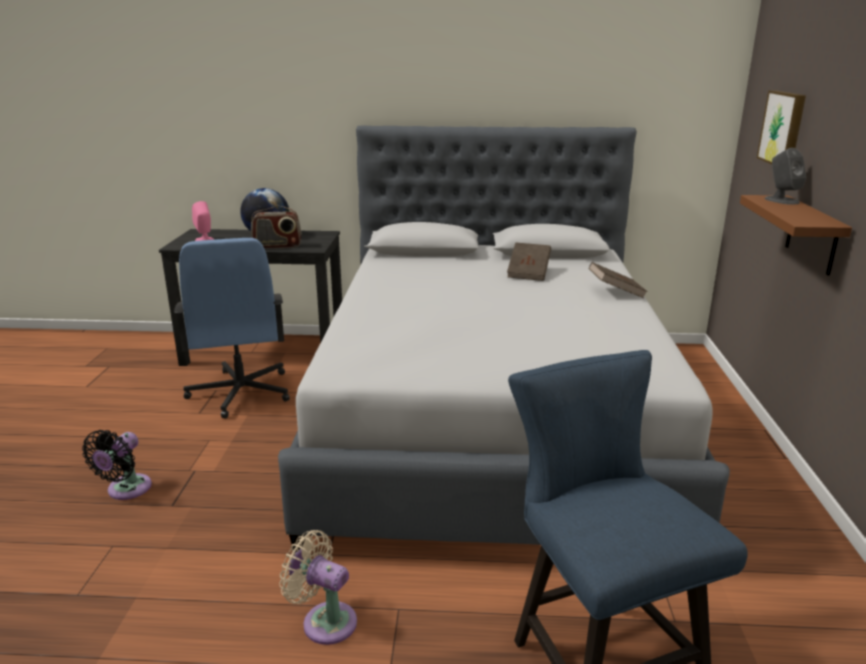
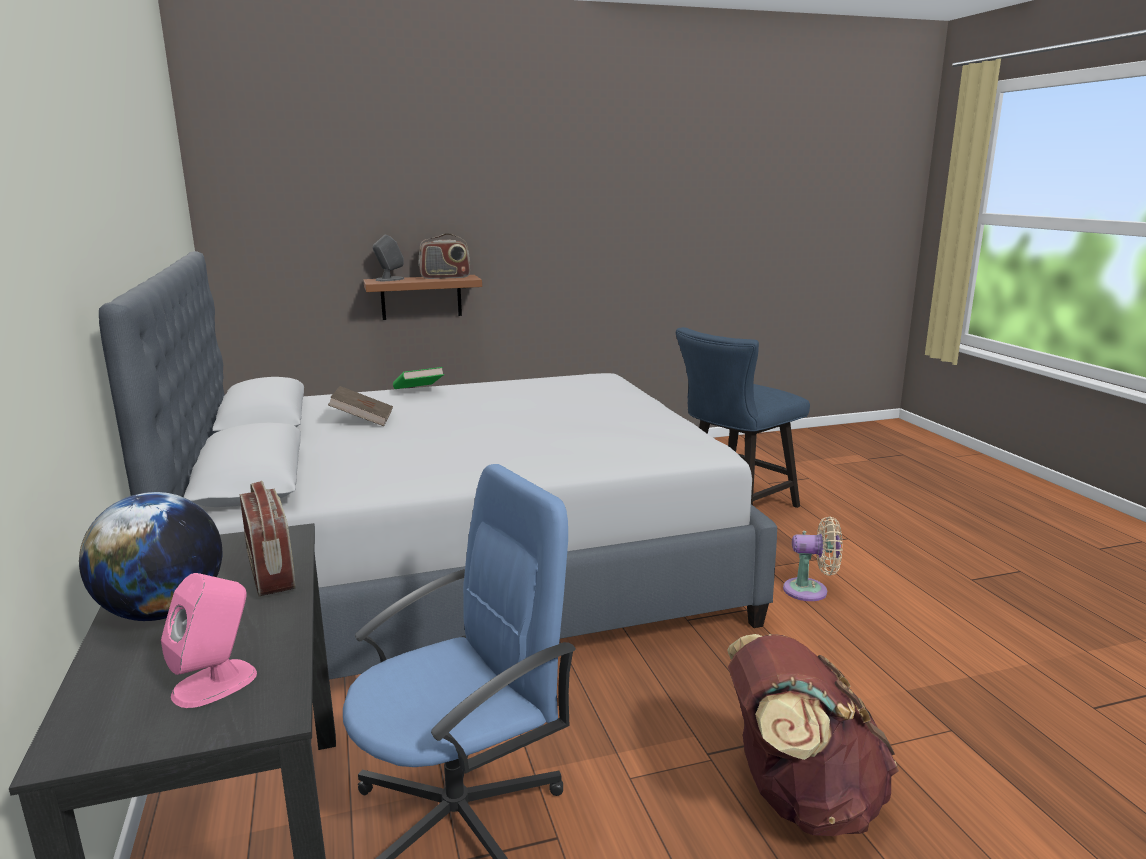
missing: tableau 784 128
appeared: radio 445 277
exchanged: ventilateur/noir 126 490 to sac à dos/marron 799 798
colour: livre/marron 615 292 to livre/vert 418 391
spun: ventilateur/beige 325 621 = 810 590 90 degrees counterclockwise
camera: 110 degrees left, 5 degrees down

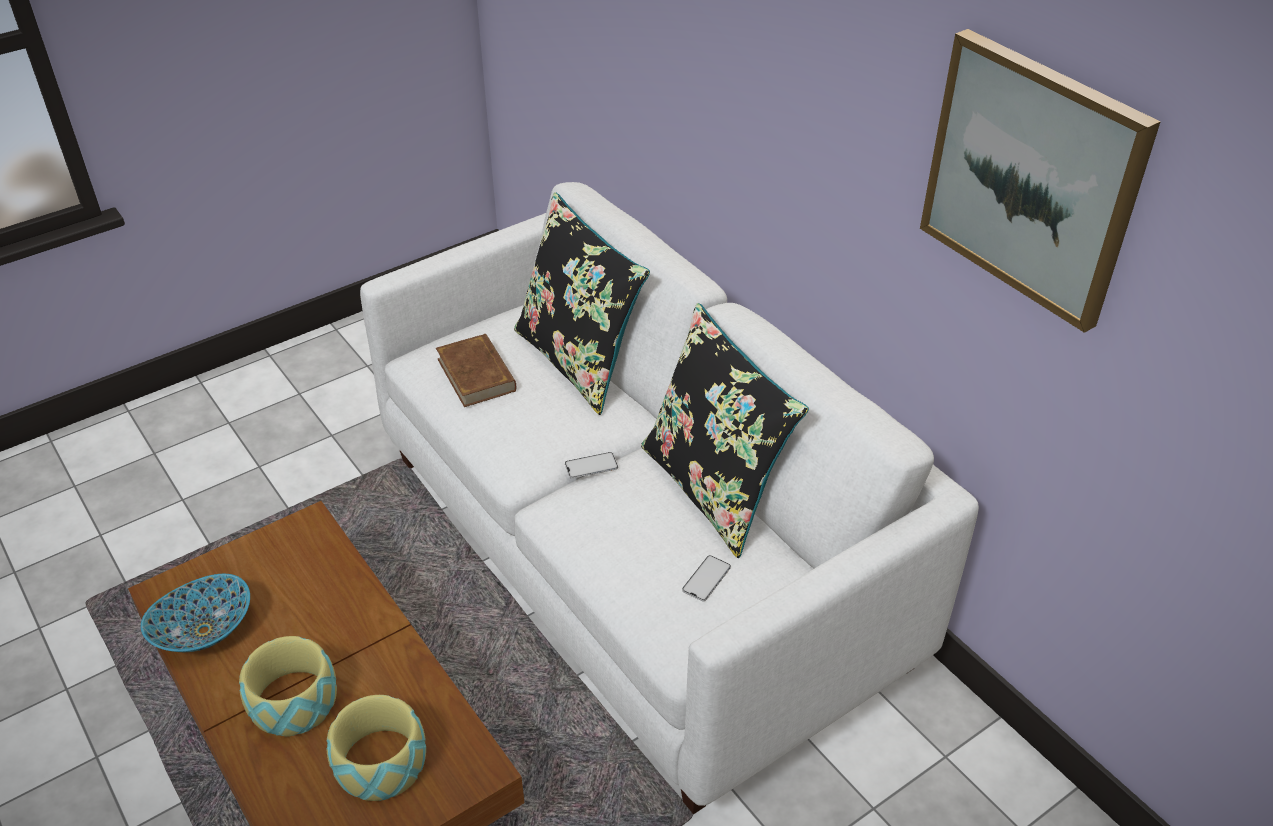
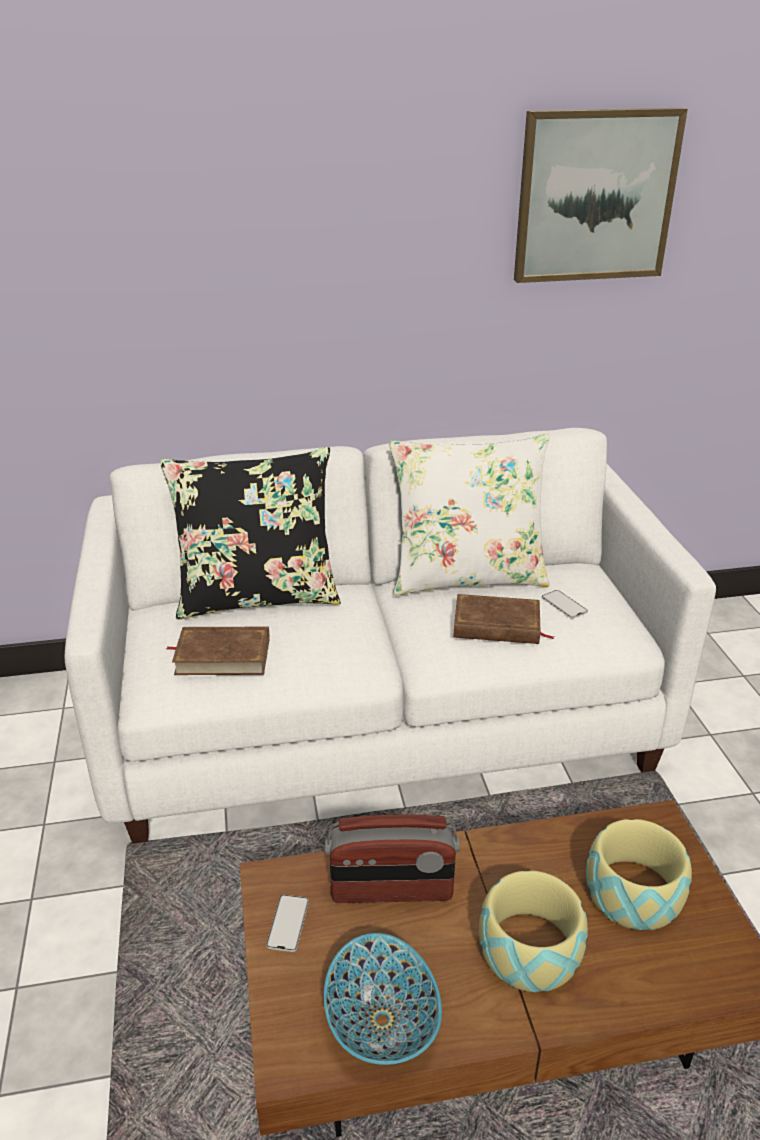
appeared: radio 391 890; livre/marron 497 625
relocated: téléphone 591 466 to 288 923
colour: coussin/noir 714 488 to coussin/blanc 467 576
camera: 65 degrees left, 10 degrees down

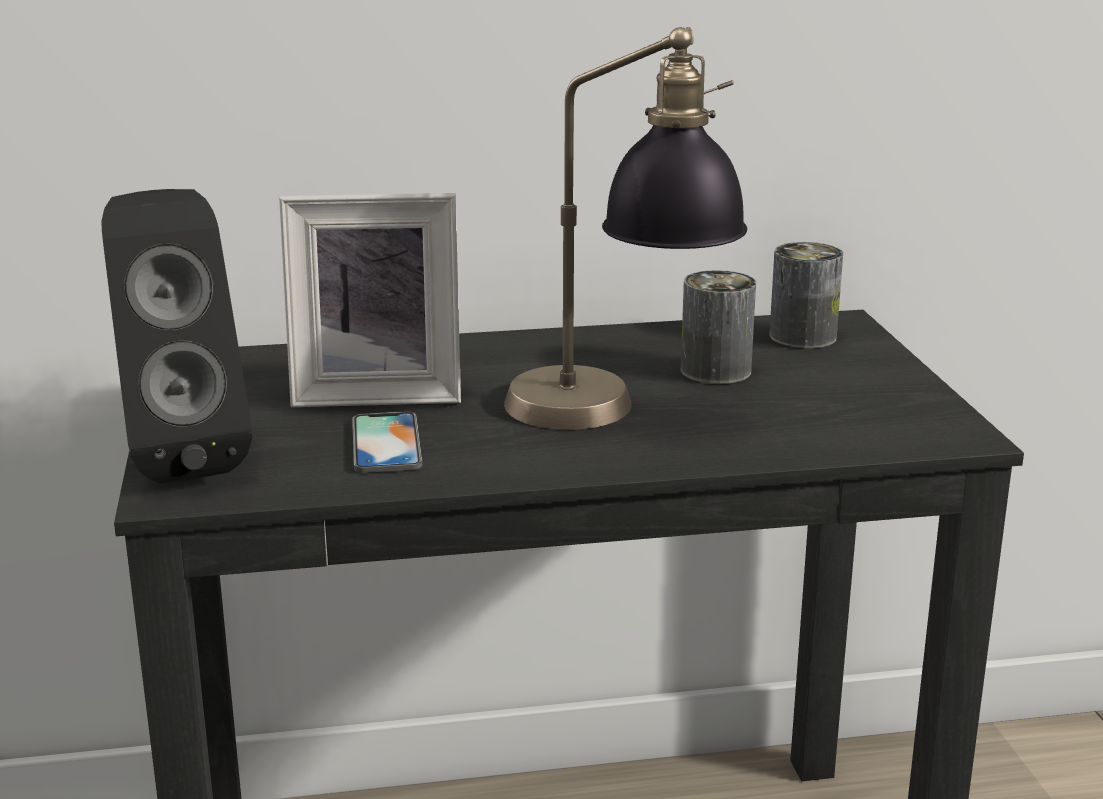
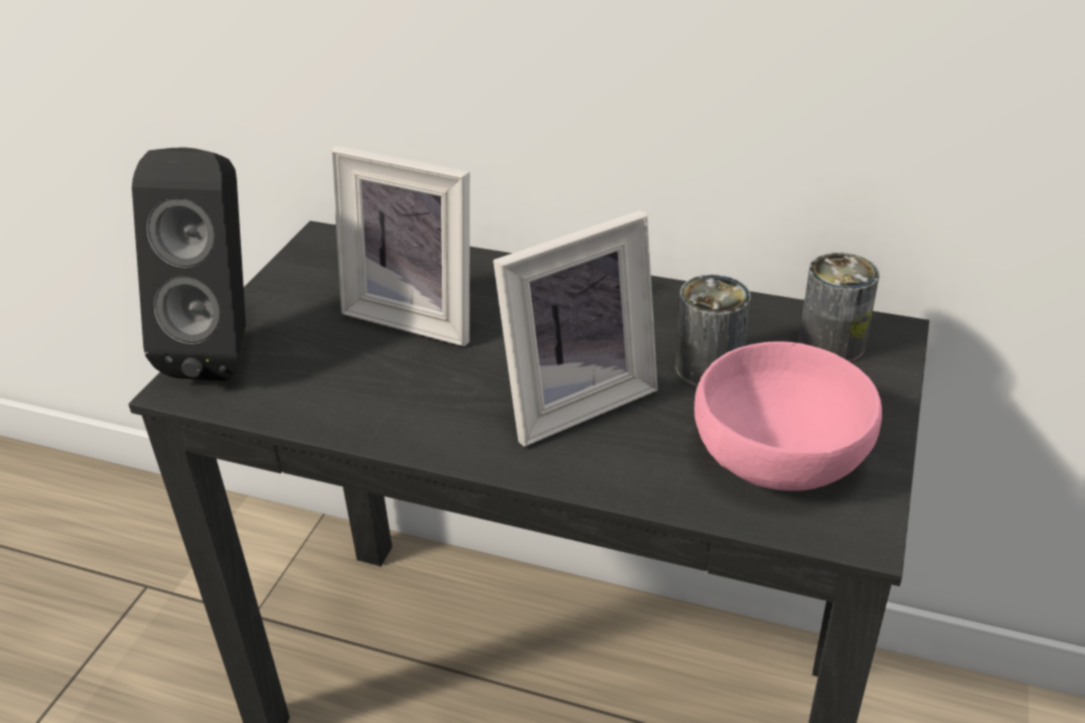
missing: téléphone 386 443
appeared: bol/rose 782 456
exchanged: lampe de table 618 415 to cadre photo 573 400
camera: 30 degrees right, 15 degrees up

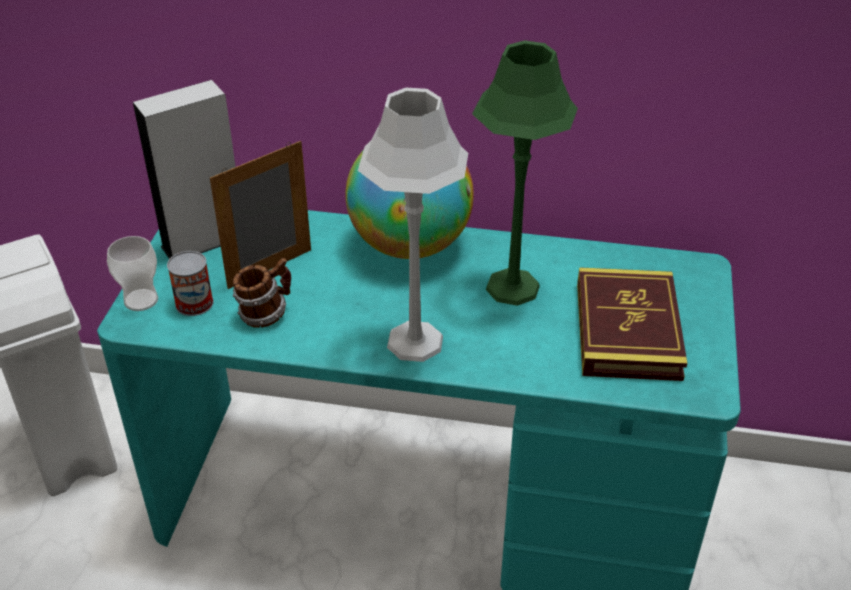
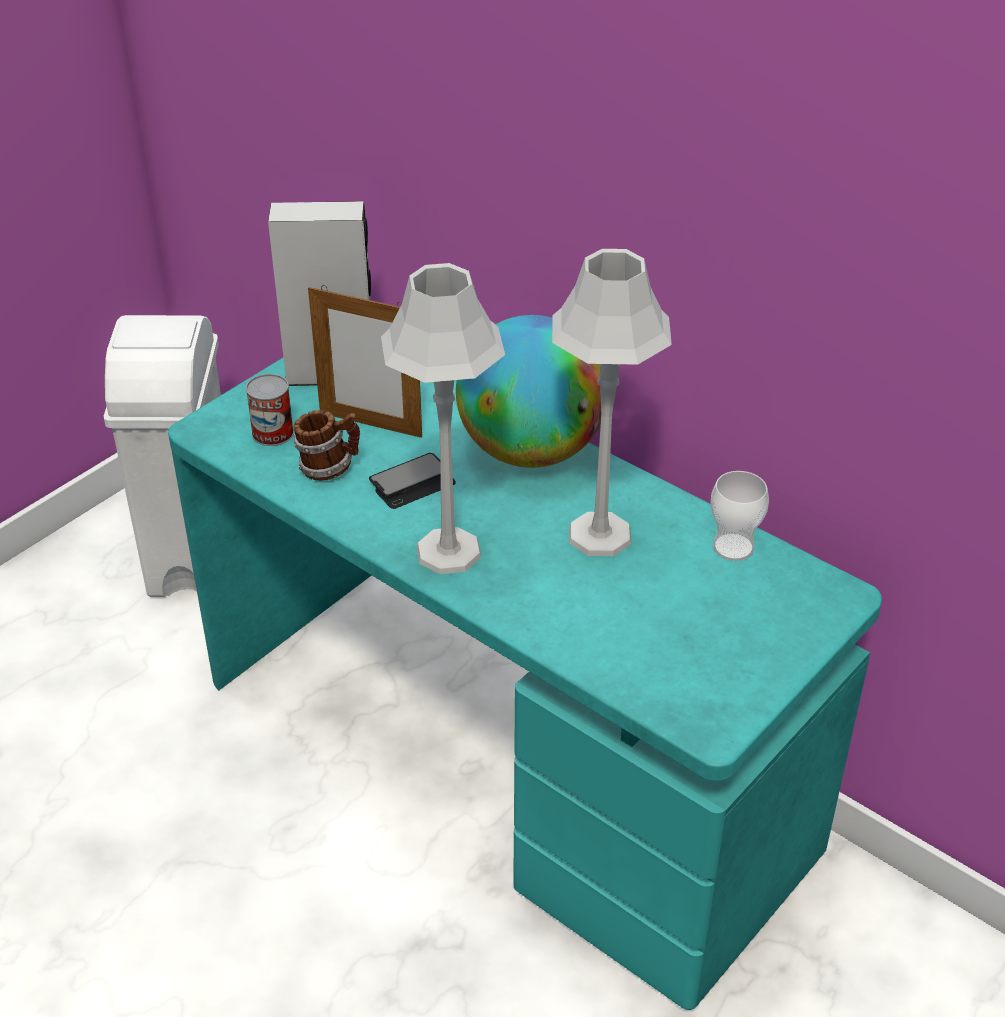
missing: livre 627 330
appeared: téléphone 412 483
relocated: tasse 141 300 to 733 547
colour: lampe de table/vert 512 288 to lampe de table/gris 599 535
spun: cadre photo 270 268 = 370 424 150 degrees counterclockwise
camera: 30 degrees right, 0 degrees up

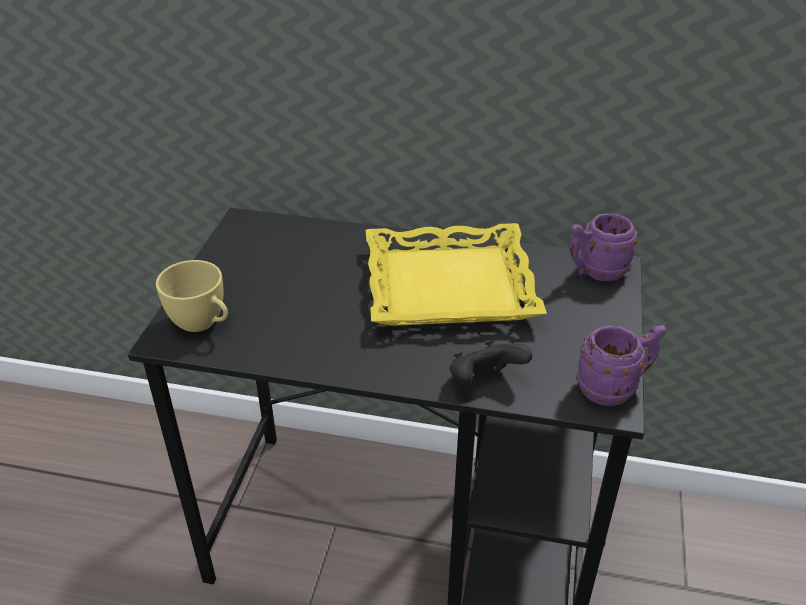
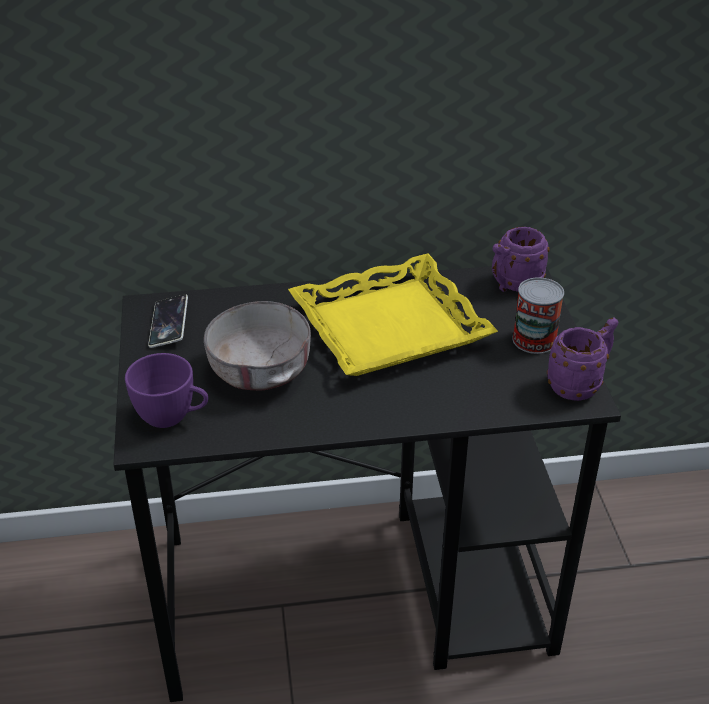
missing: manette/noir 484 381
appeared: téléphone 169 325; bol/gris 260 370; boîte métallique 534 340
colour: tasse/jaune 203 324 to tasse/violet 172 417
camera: 20 degrees left, 0 degrees up

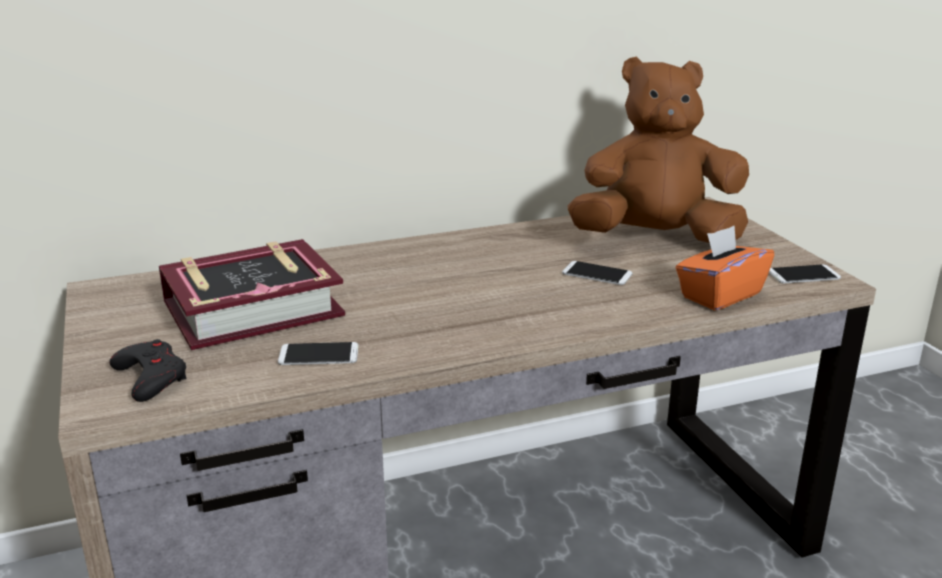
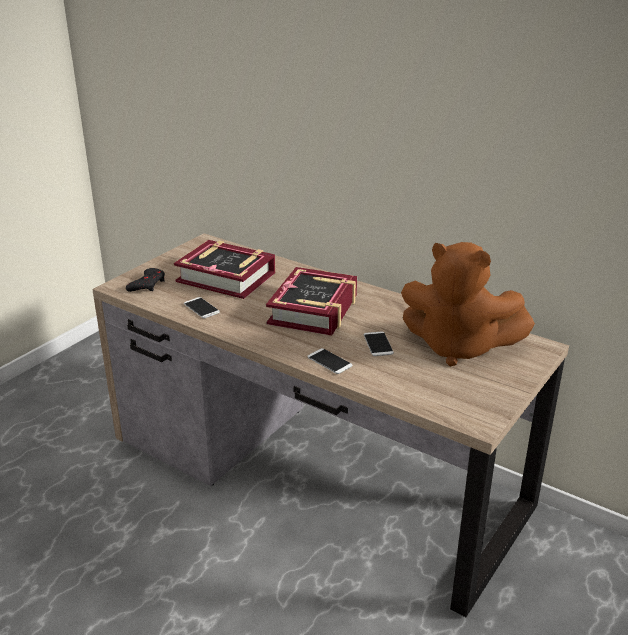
missing: boîte à mouchoirs/orange 720 295
appeared: livre 314 310
relocated: téléphone 803 275 to 329 361
spun: peluche/marron 655 239 = 458 347 150 degrees clockwise
camera: 55 degrees right, 5 degrees up

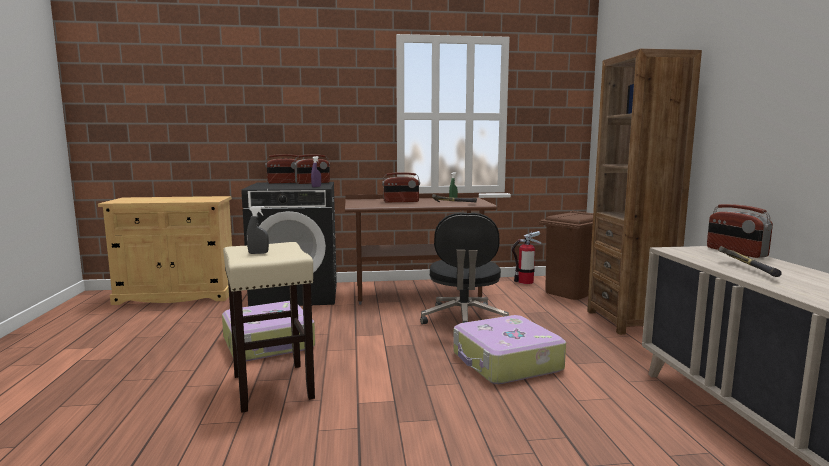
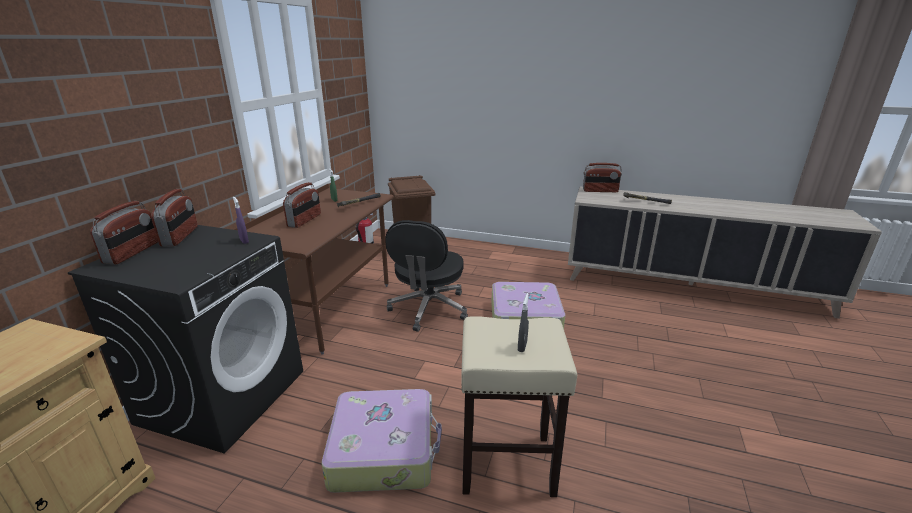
missing: bibliothèque/marron 629 321
spun: chaise de bureau/noir 464 320 = 428 309 75 degrees clockwise
camera: 65 degrees left, 15 degrees up

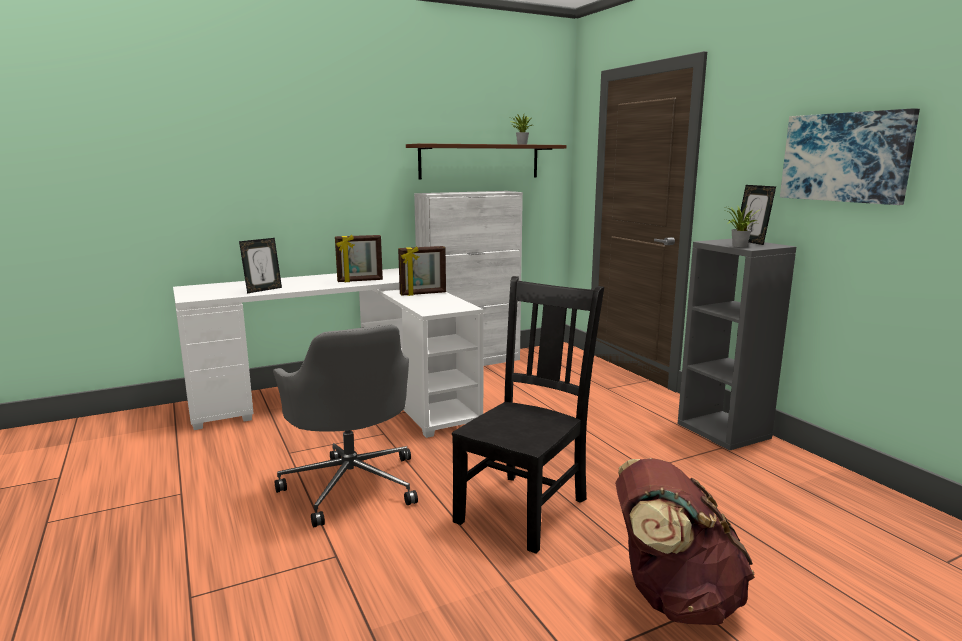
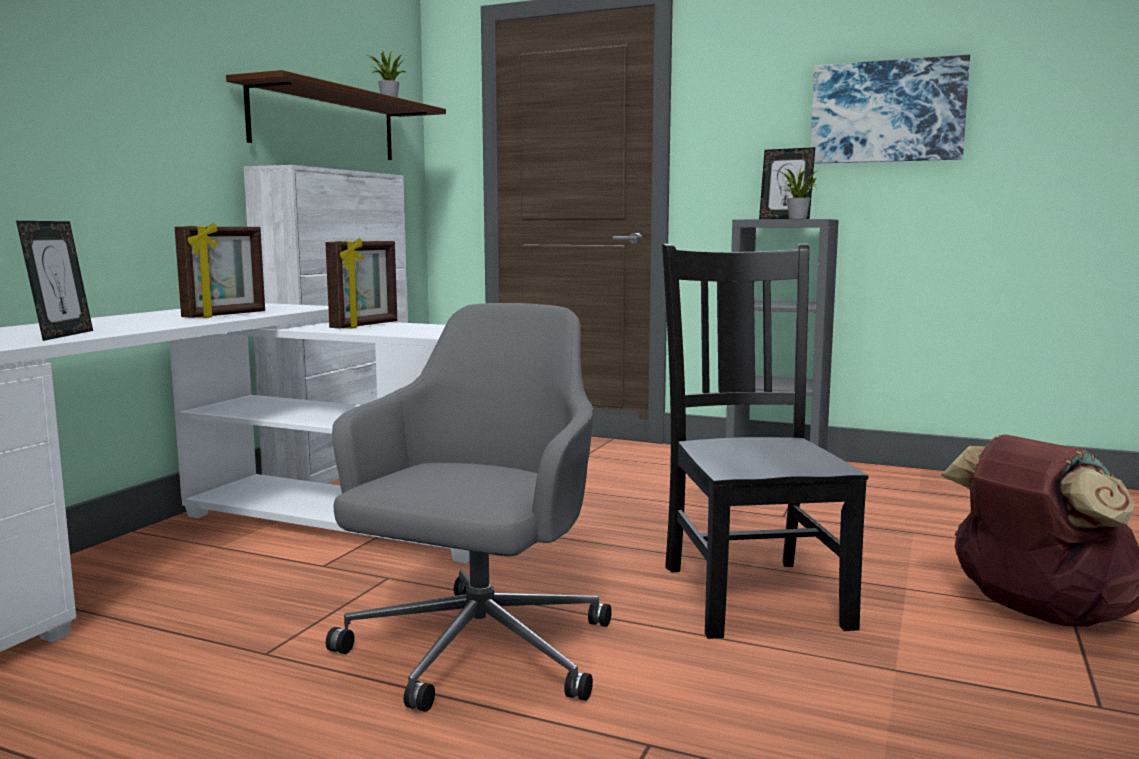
spun: chaise de bureau/gris 352 484 = 476 653 90 degrees counterclockwise
camera: 40 degrees left, 5 degrees down

